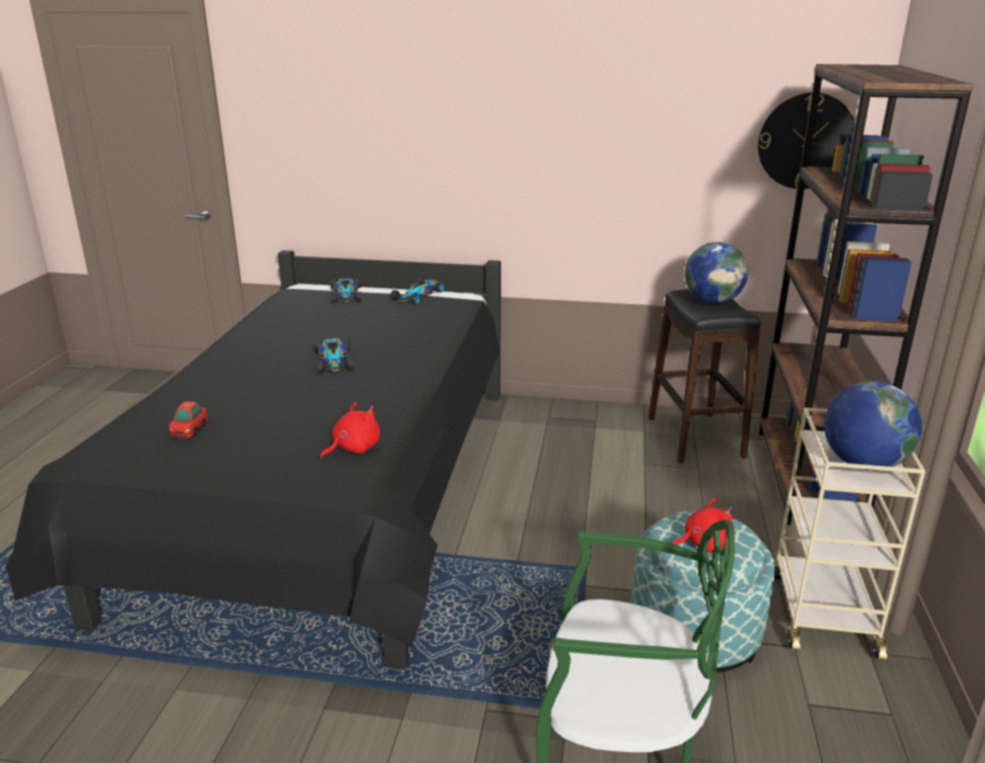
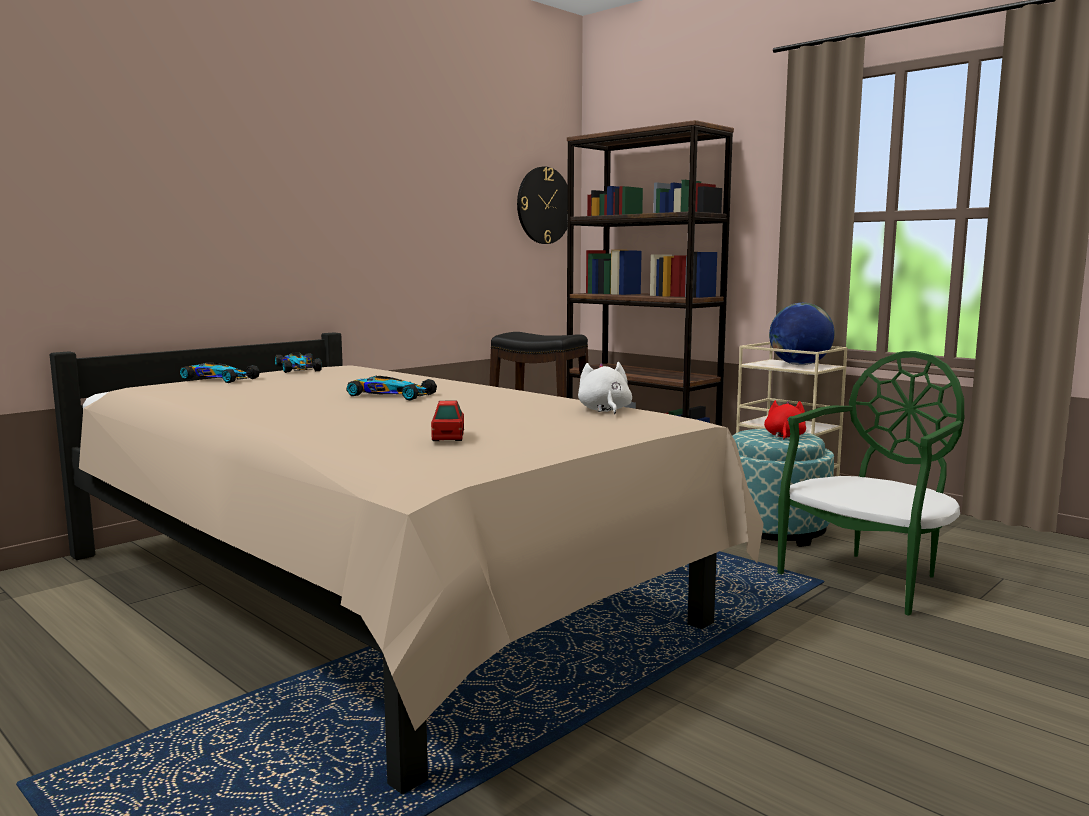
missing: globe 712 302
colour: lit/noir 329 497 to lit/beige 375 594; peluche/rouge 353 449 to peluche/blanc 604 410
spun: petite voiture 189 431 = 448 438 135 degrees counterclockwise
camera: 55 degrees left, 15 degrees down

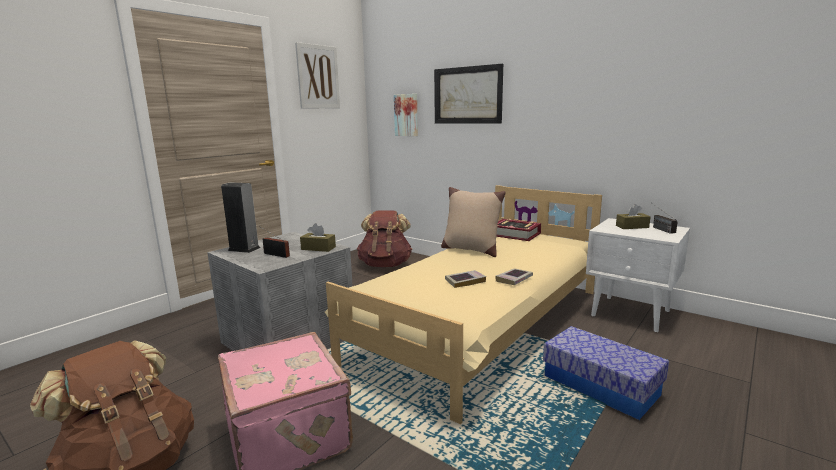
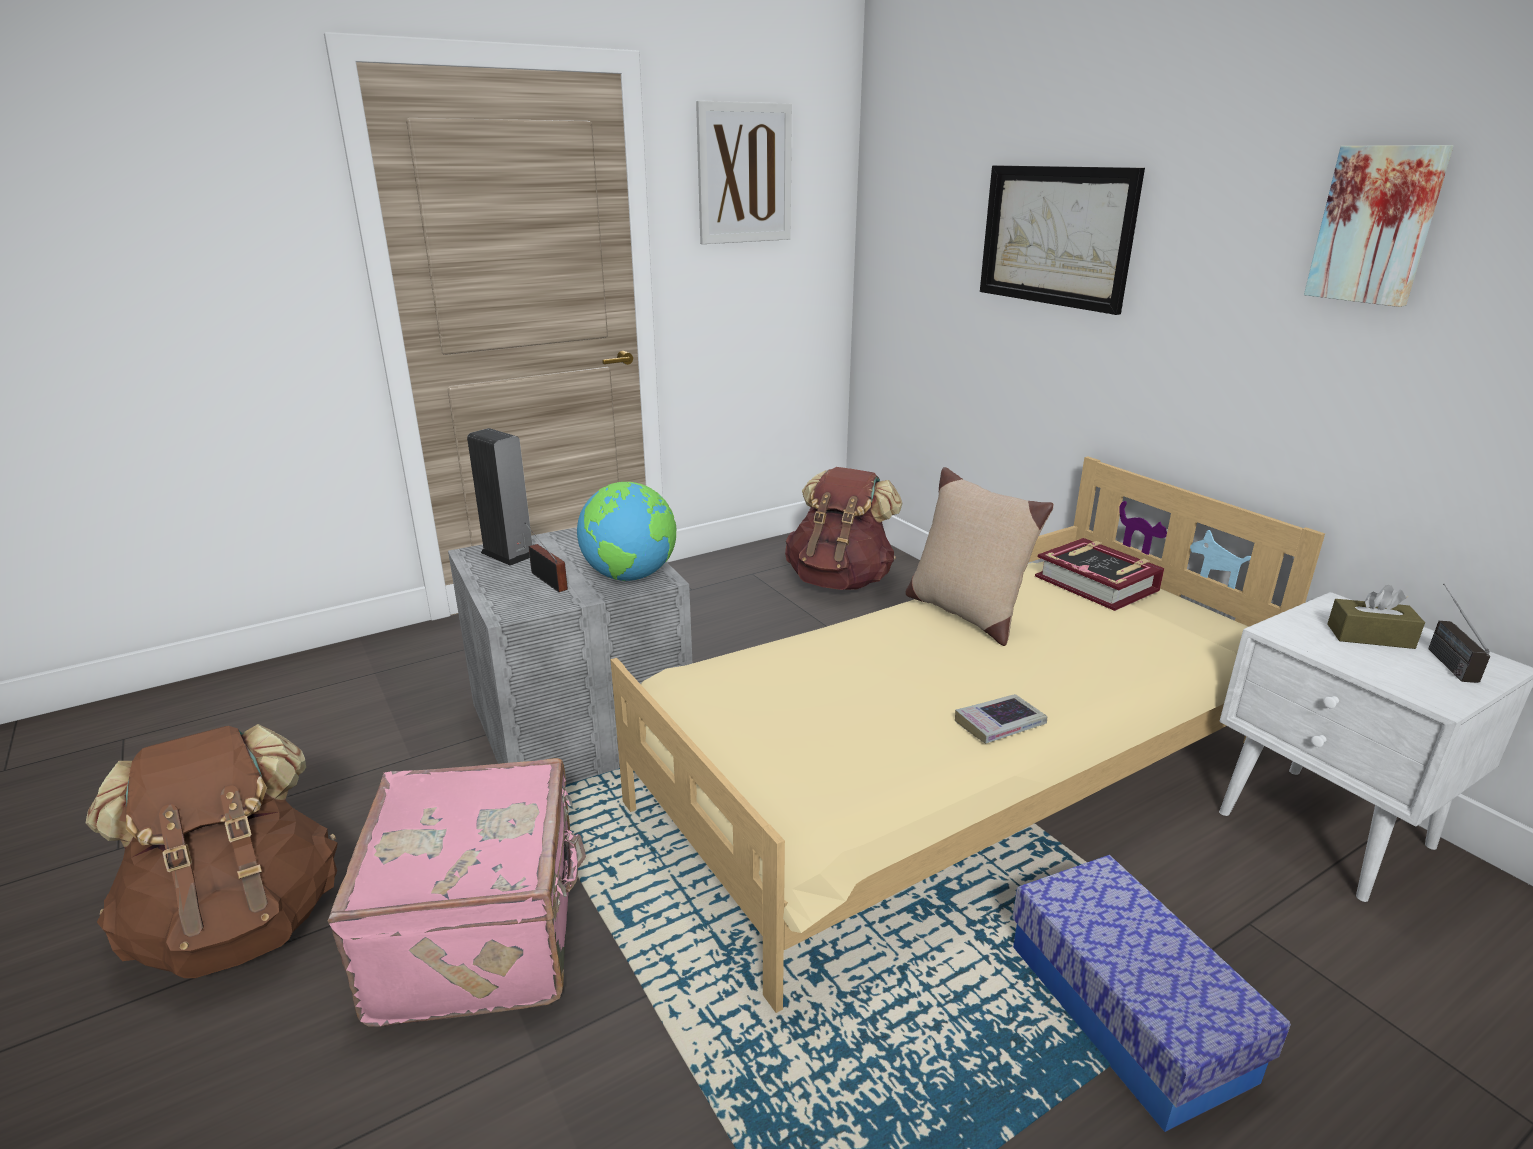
missing: livre 465 281
relocated: tableau 406 115 to 1377 225
exchanged: boîte à mouchoirs/marron 318 248 to globe 630 576
camera: 20 degrees right, 10 degrees up

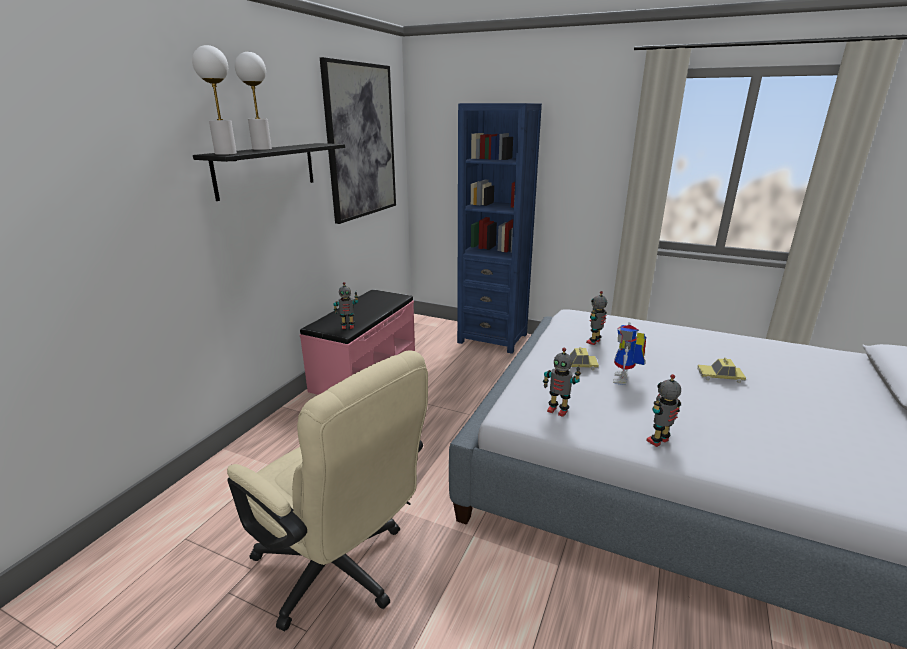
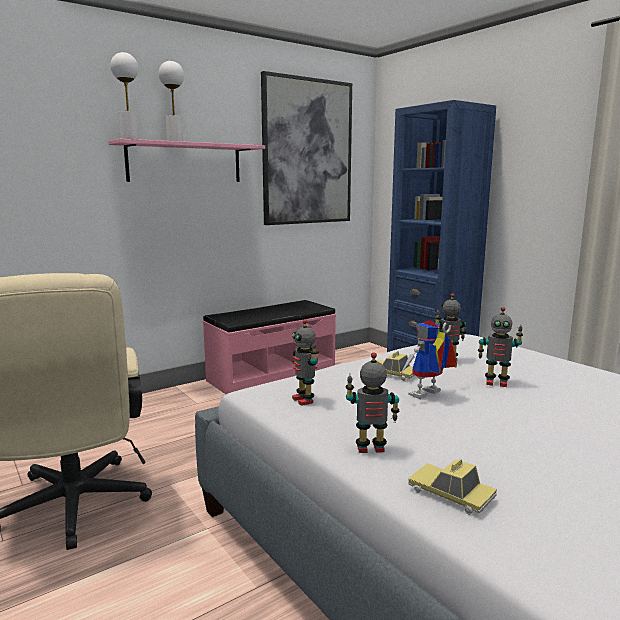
relocated: robot jouet 348 326 to 496 383; petite voiture 720 376 to 451 494
colour: étagère/noir 266 169 to étagère/rose 185 163
camera: 30 degrees right, 10 degrees down

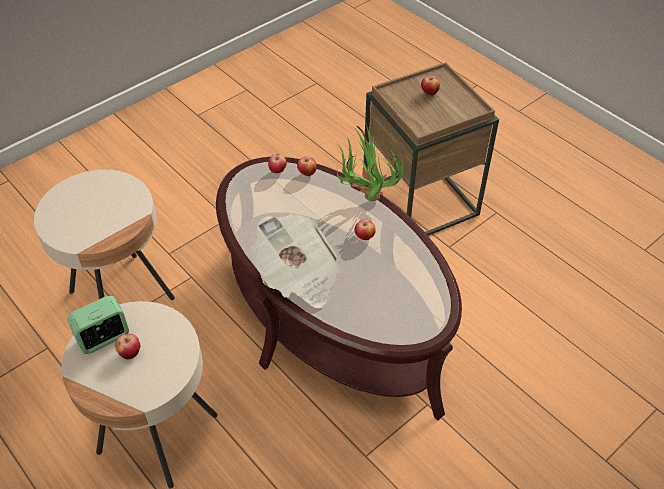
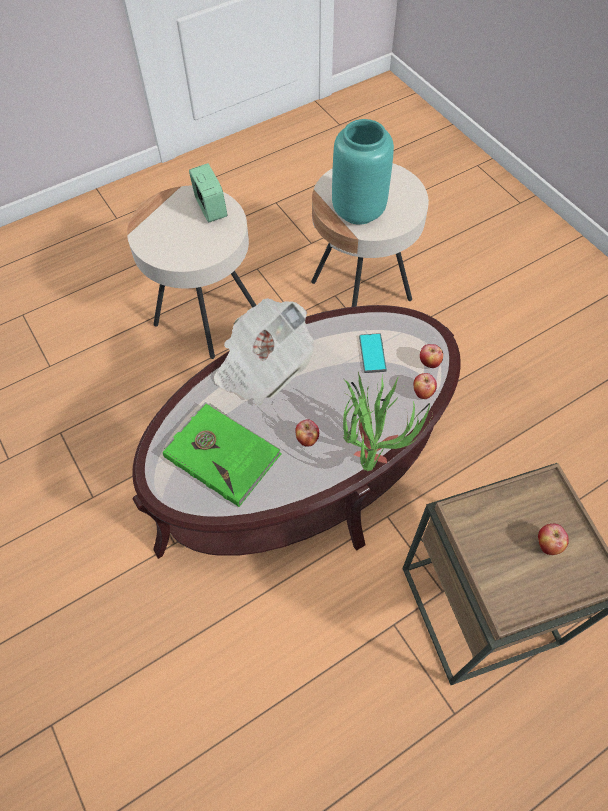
missing: pomme 130 353
appeared: livre/vert 222 454; vase/turquoise 359 211; téléphone 372 353
camera: 100 degrees right, 10 degrees up

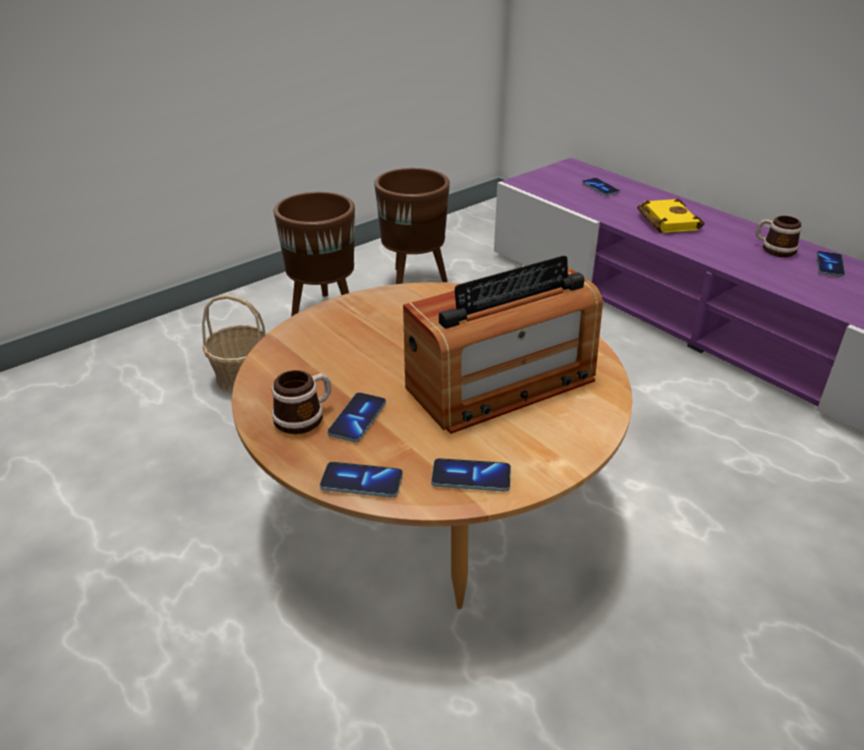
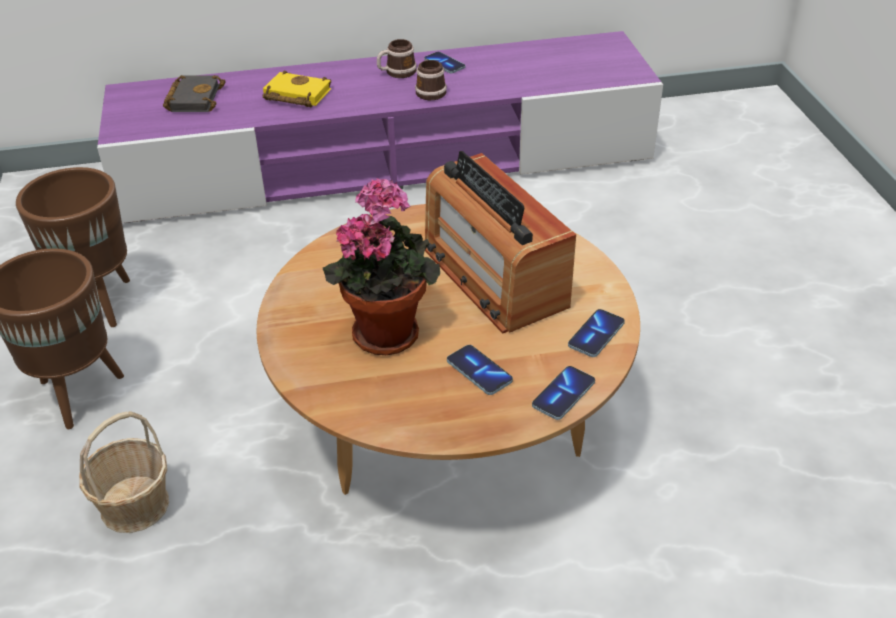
appeared: plante en pot 387 330
relocated: mug 305 417 to 430 91
exchanged: téléphone 600 188 to livre/noir 193 98
spun: radio 501 384 = 493 276 150 degrees clockwise
camera: 60 degrees left, 5 degrees up

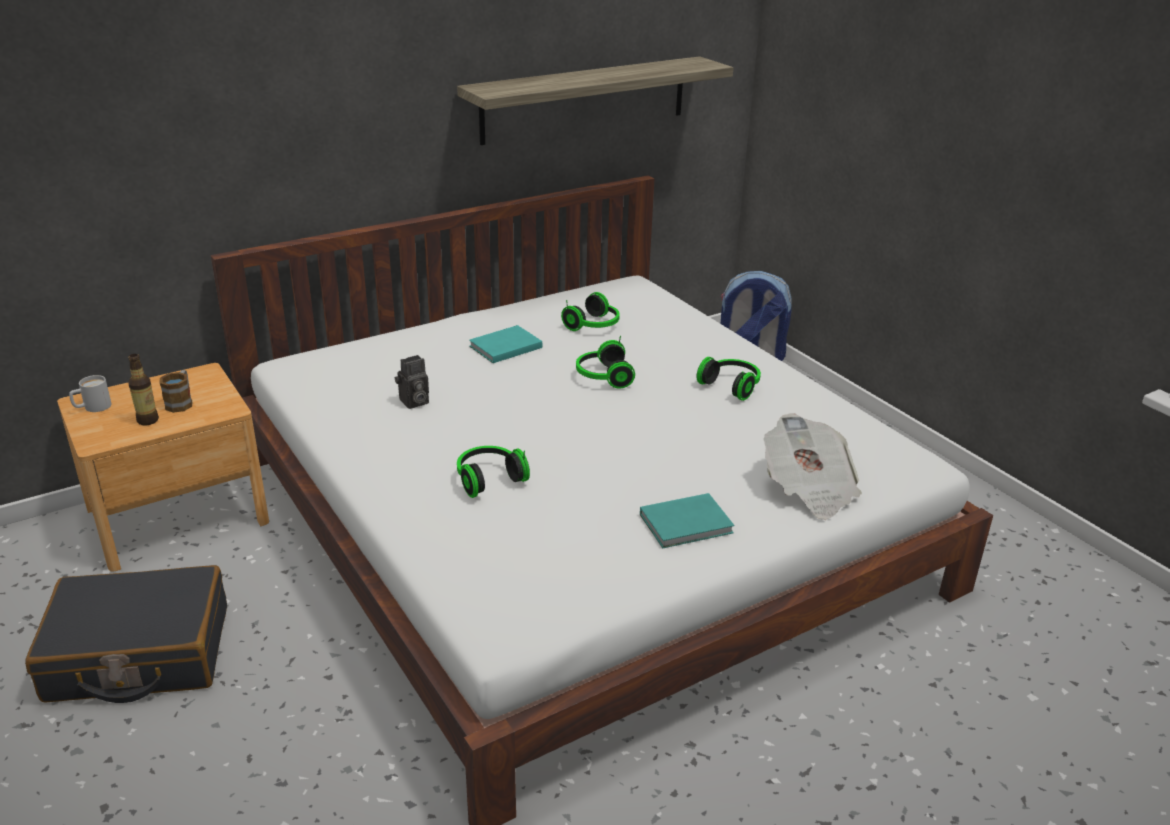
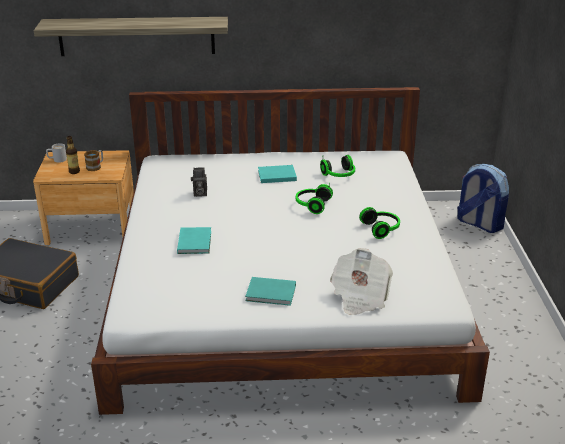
relocated: étagère 585 99 to 136 36
exchanged: casque audio 488 479 to livre/turquoise 195 241
camera: 30 degrees right, 0 degrees up

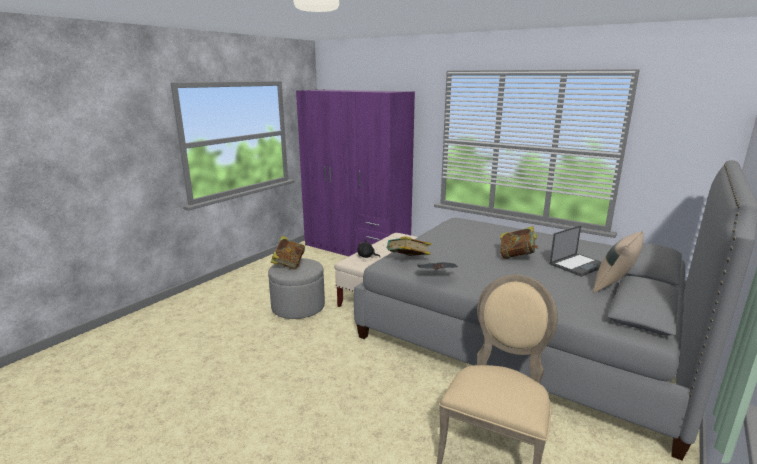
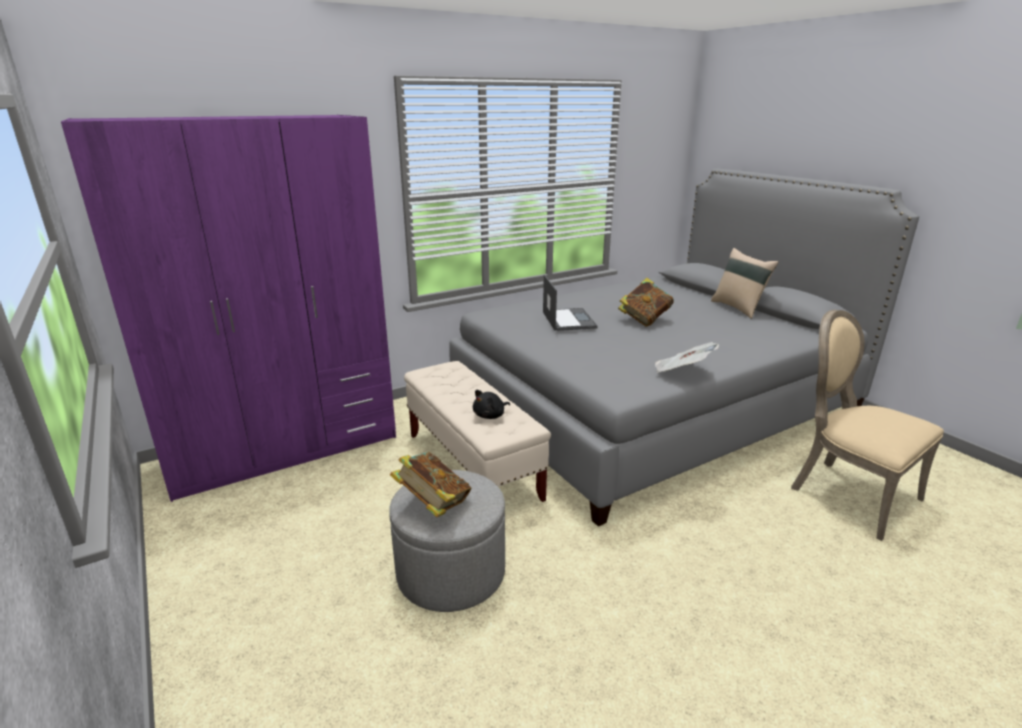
missing: livre 408 261
relocated: ordinateur portable 578 265 to 568 320
camera: 65 degrees left, 5 degrees up

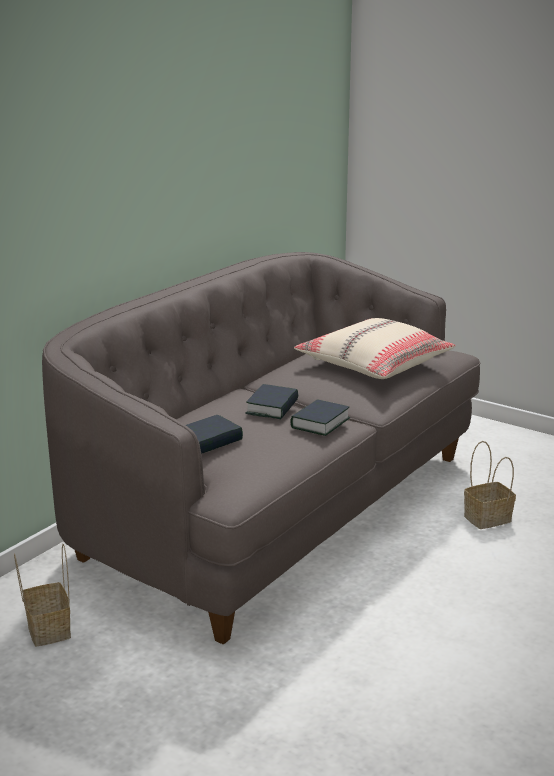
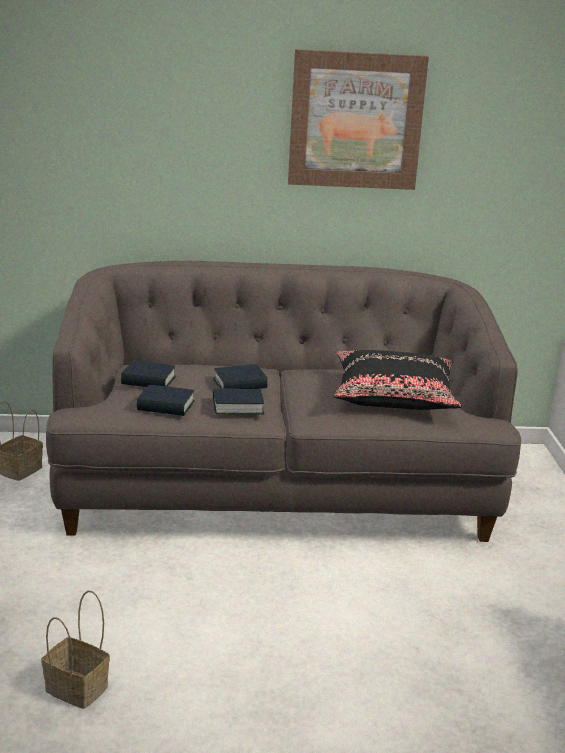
appeared: livre 166 406; tableau 355 120
relocated: panier 488 518 to 79 688
colour: coussin/beige 374 364 to coussin/noir 394 395
camera: 50 degrees right, 0 degrees up

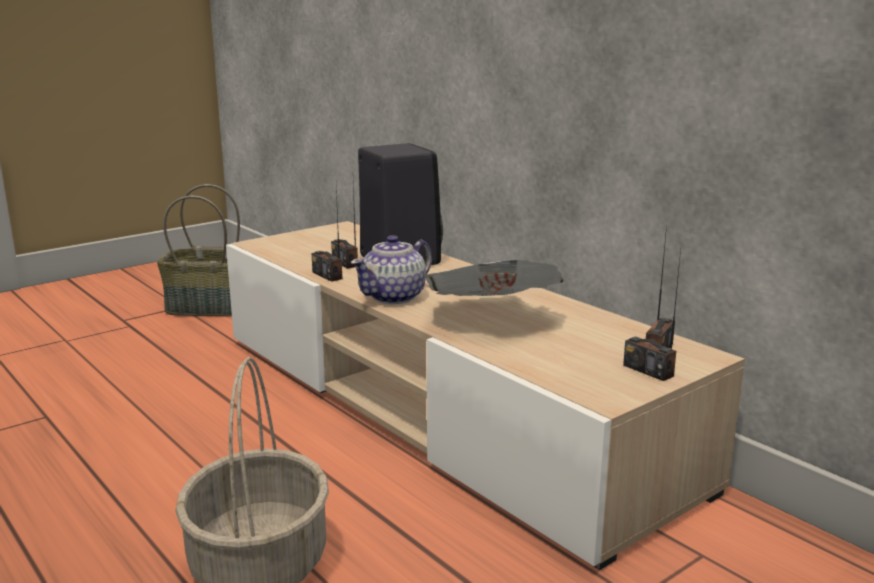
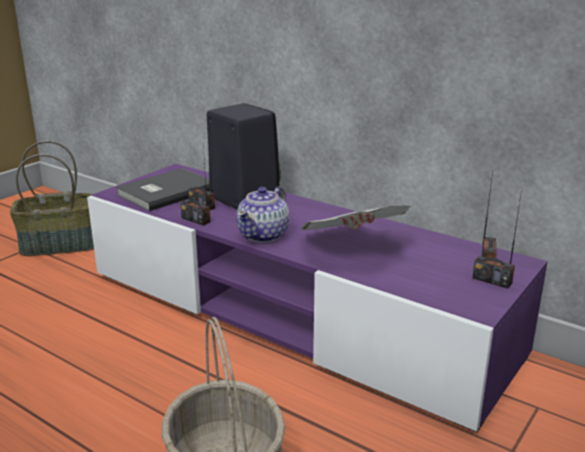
appeared: livre/gris 164 192
colour: meuble télé/beige 437 406 to meuble télé/violet 292 313
camera: 15 degrees left, 5 degrees up

